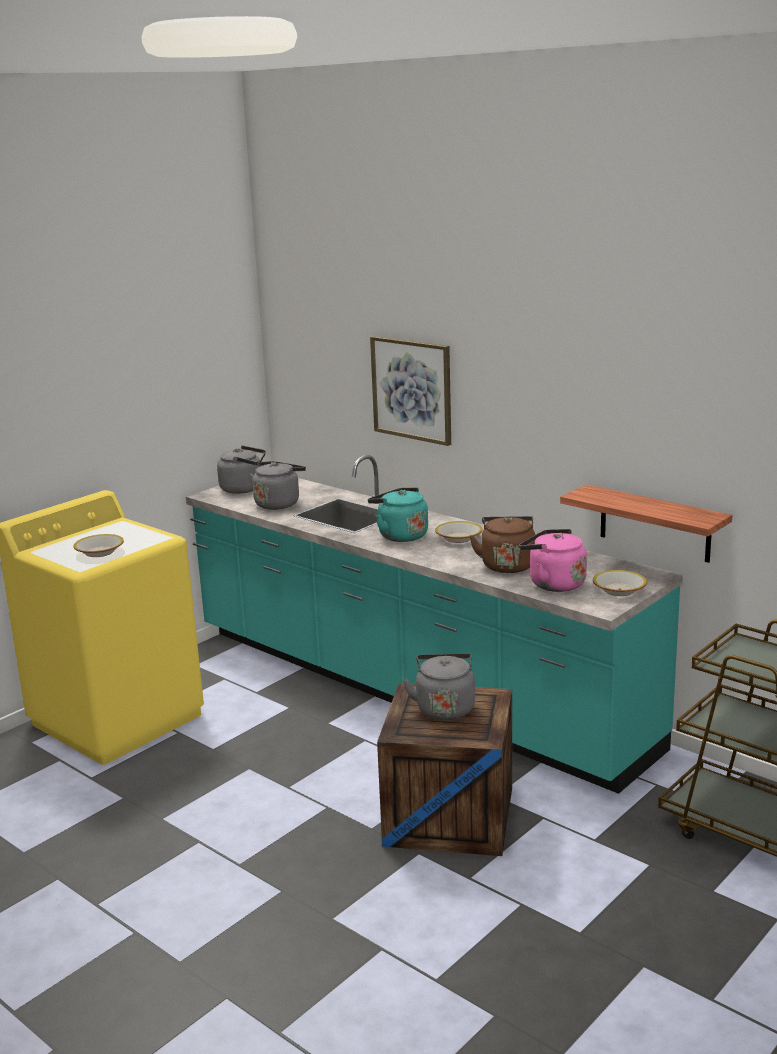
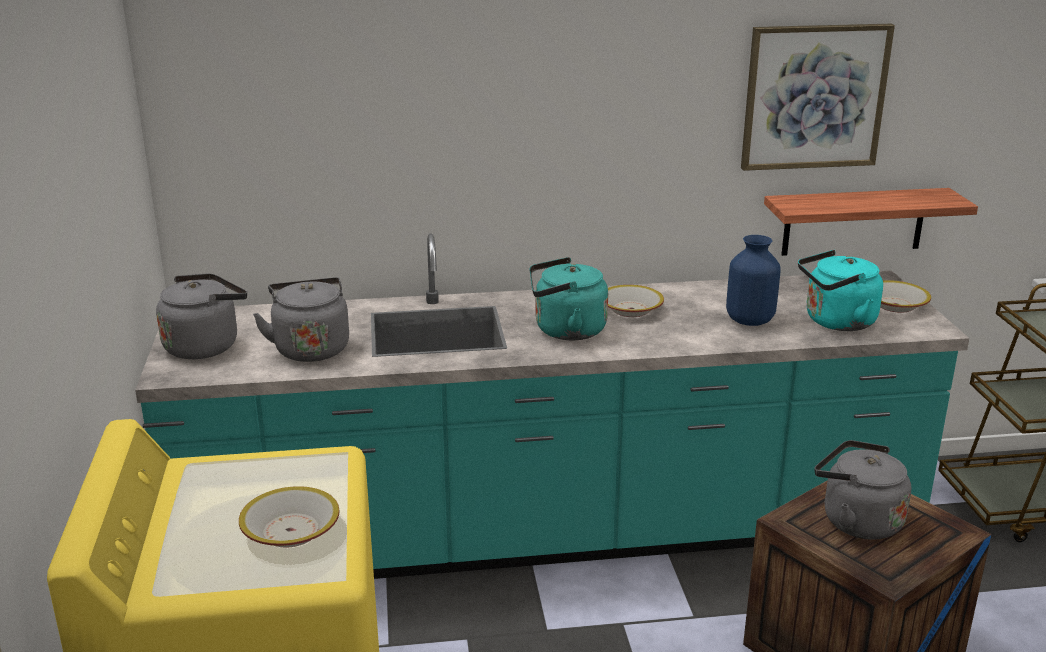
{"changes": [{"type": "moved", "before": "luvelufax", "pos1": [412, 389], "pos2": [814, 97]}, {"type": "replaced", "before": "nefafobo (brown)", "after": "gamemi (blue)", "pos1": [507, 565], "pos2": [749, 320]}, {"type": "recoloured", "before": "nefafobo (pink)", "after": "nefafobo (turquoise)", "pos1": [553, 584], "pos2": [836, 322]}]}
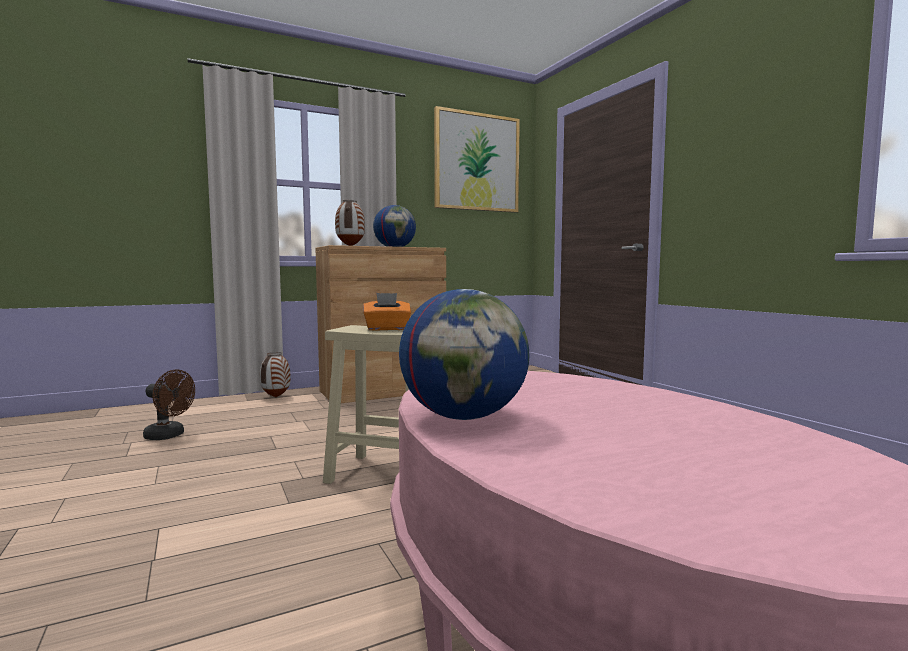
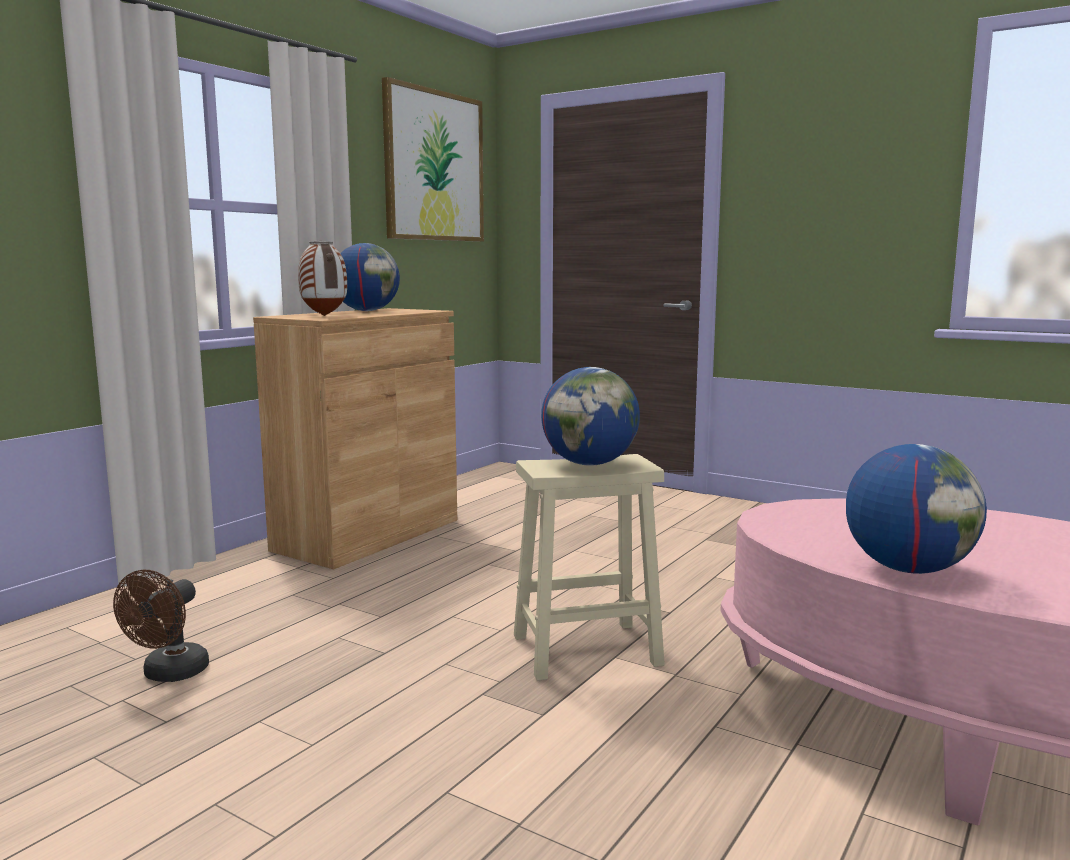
{"changes": [{"type": "replaced", "before": "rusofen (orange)", "after": "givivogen", "pos1": [387, 329], "pos2": [590, 464]}, {"type": "removed", "before": "gamemi", "pos1": [276, 397]}, {"type": "turned", "before": "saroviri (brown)", "pos1": [169, 436], "pos2": [169, 674], "turn": 120}]}
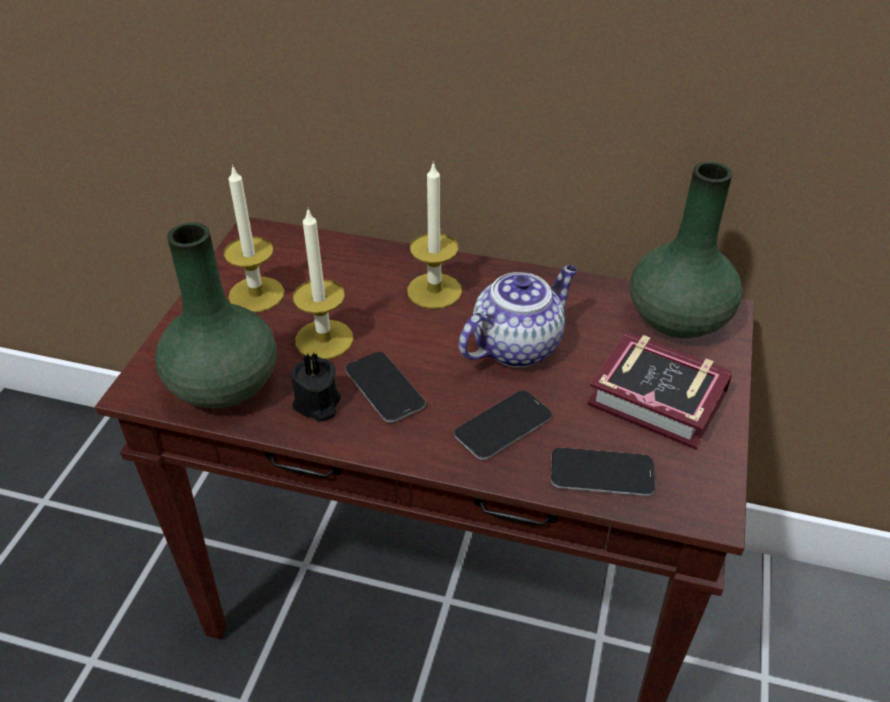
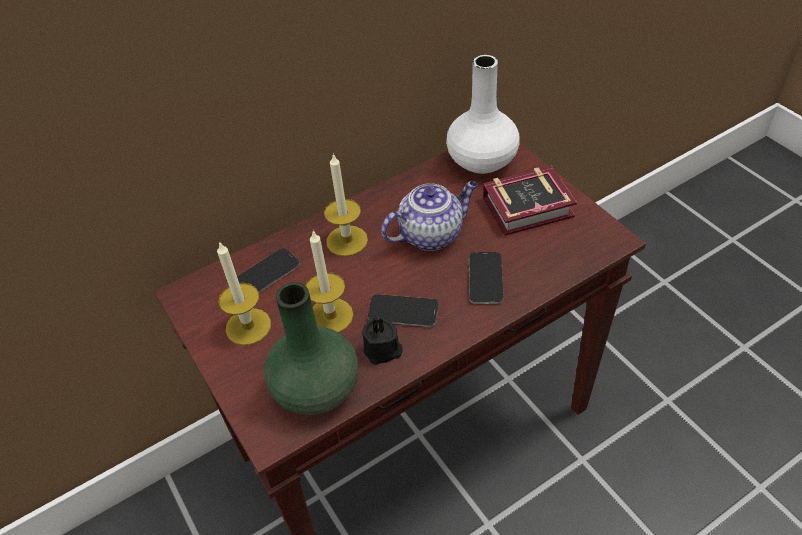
{"changes": [{"type": "recoloured", "before": "gamemi (green)", "after": "gamemi (white)", "pos1": [679, 320], "pos2": [483, 161]}, {"type": "turned", "before": "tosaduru", "pos1": [517, 345], "pos2": [431, 234], "turn": 60}, {"type": "moved", "before": "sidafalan", "pos1": [602, 473], "pos2": [267, 273]}]}
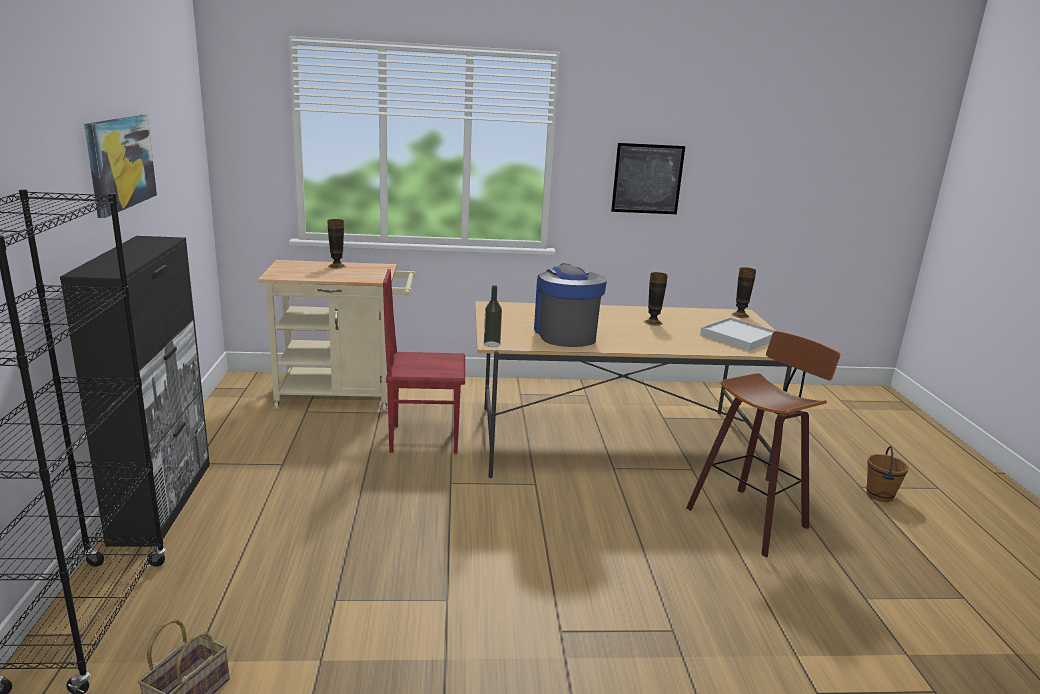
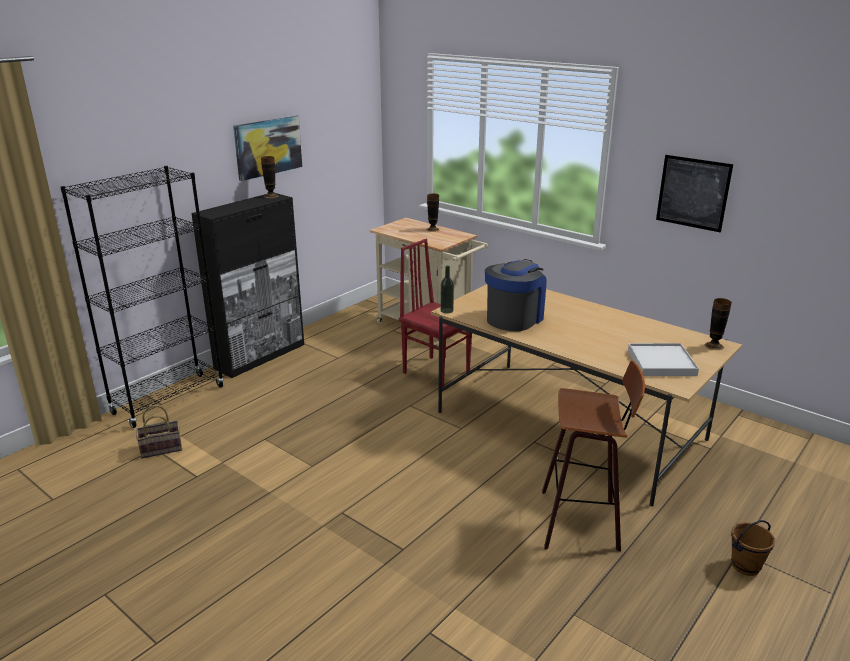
{"changes": [{"type": "moved", "before": "gamemi", "pos1": [653, 322], "pos2": [271, 196]}]}
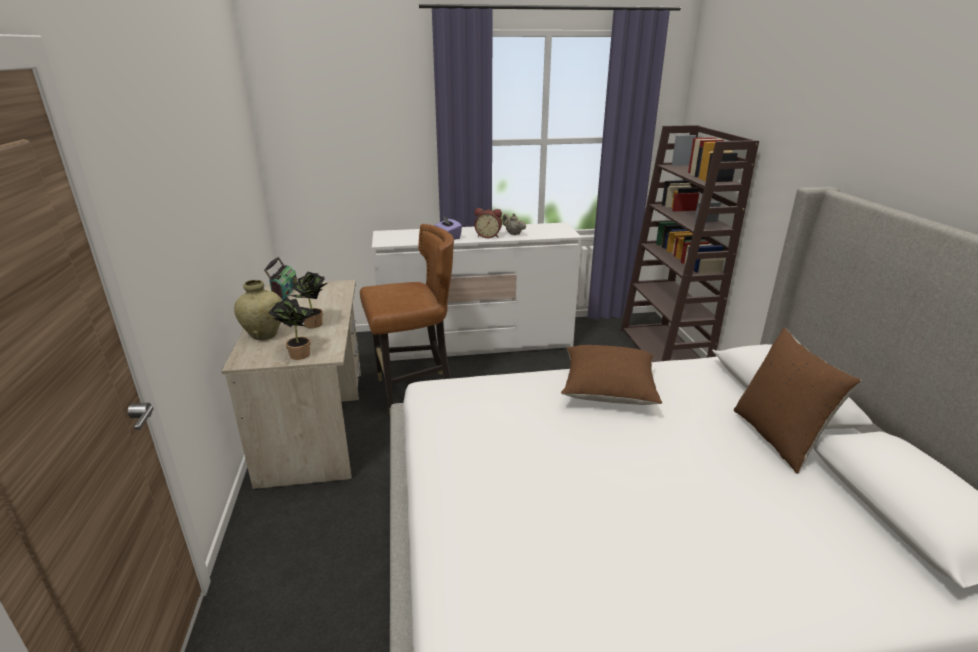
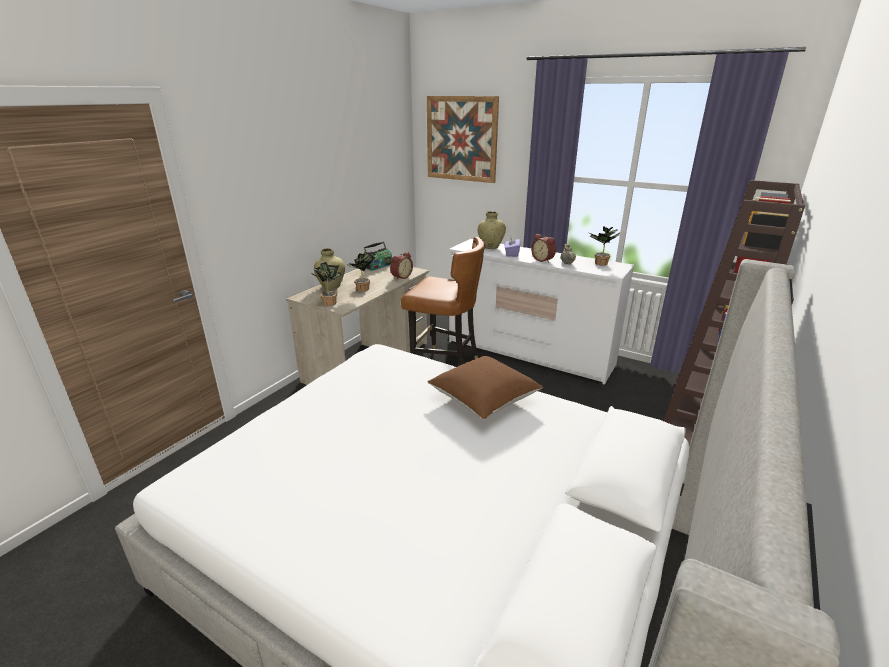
{"changes": [{"type": "removed", "before": "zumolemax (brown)", "pos1": [778, 438]}, {"type": "added", "after": "luvelufax", "pos2": [461, 139]}, {"type": "added", "after": "gamemi (beige)", "pos2": [490, 247]}, {"type": "added", "after": "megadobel", "pos2": [600, 264]}, {"type": "added", "after": "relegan", "pos2": [401, 277]}]}
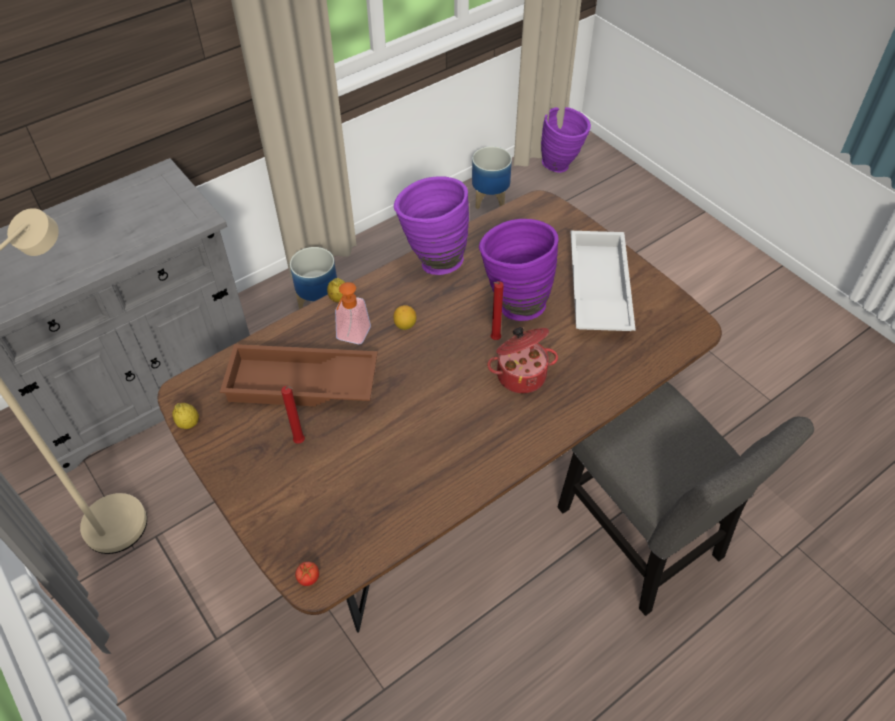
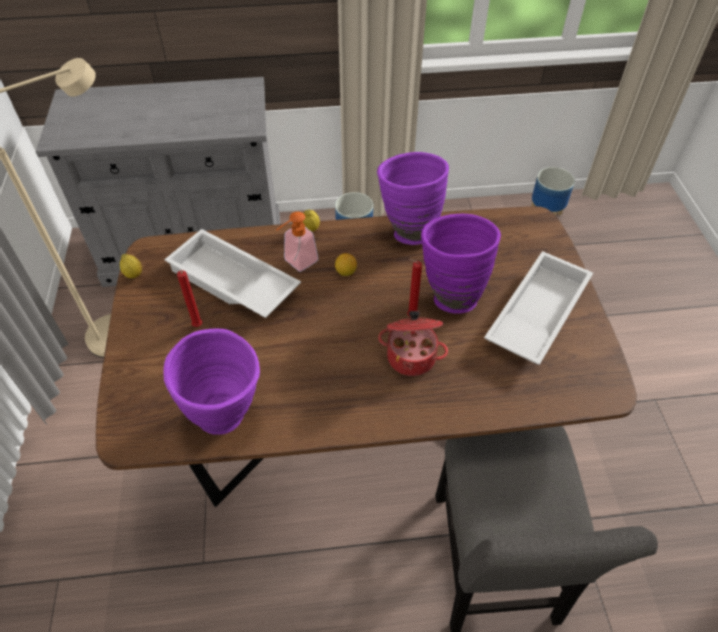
{"changes": [{"type": "moved", "before": "gamemi (purple)", "pos1": [562, 166], "pos2": [228, 420]}, {"type": "recoloured", "before": "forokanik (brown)", "after": "forokanik (white)", "pos1": [301, 385], "pos2": [231, 283]}, {"type": "removed", "before": "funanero", "pos1": [308, 578]}]}
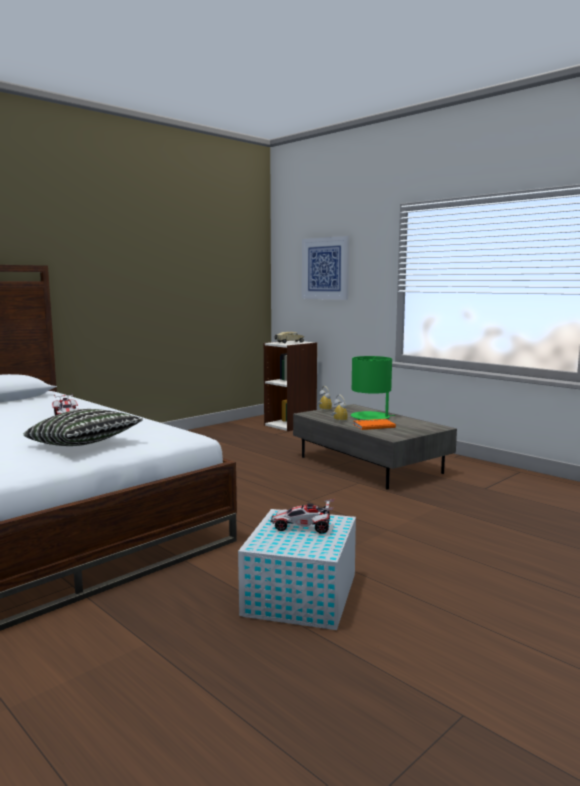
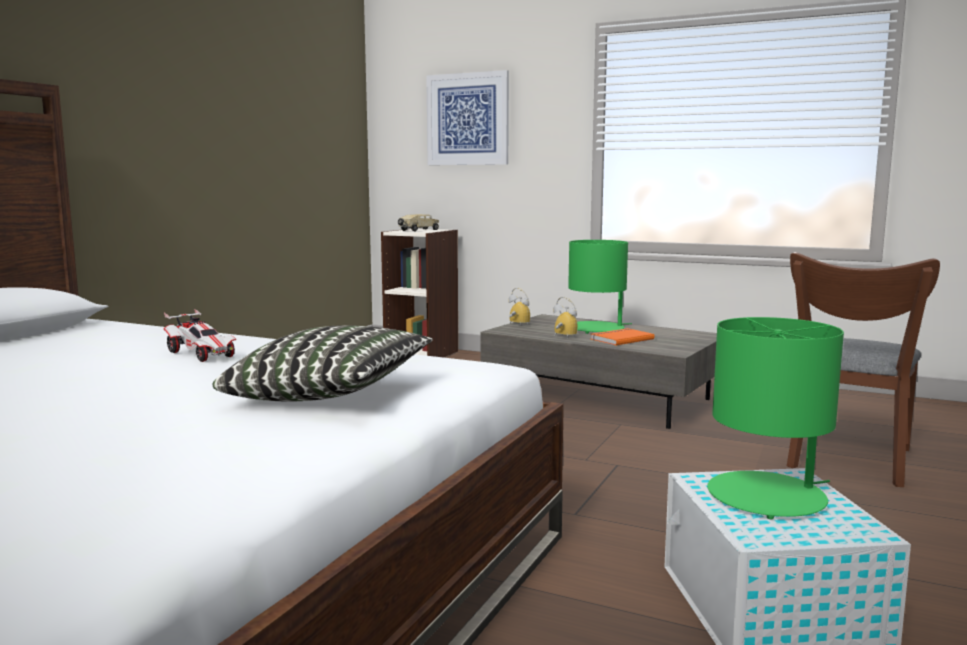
{"changes": [{"type": "replaced", "before": "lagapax", "after": "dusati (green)", "pos1": [303, 528], "pos2": [767, 496]}, {"type": "added", "after": "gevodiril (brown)", "pos2": [849, 461]}]}
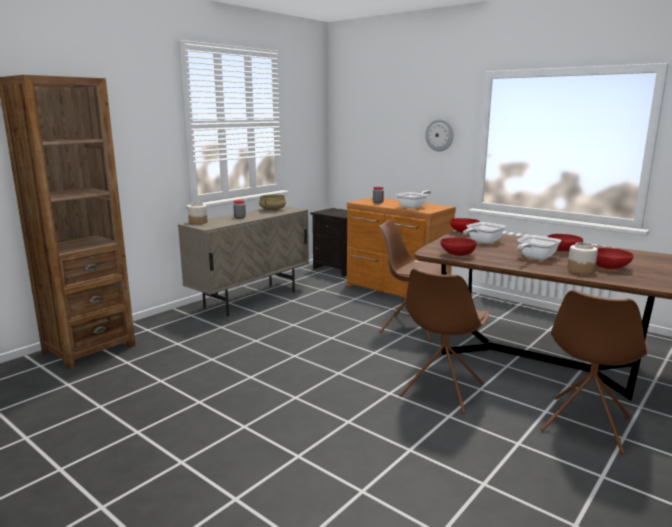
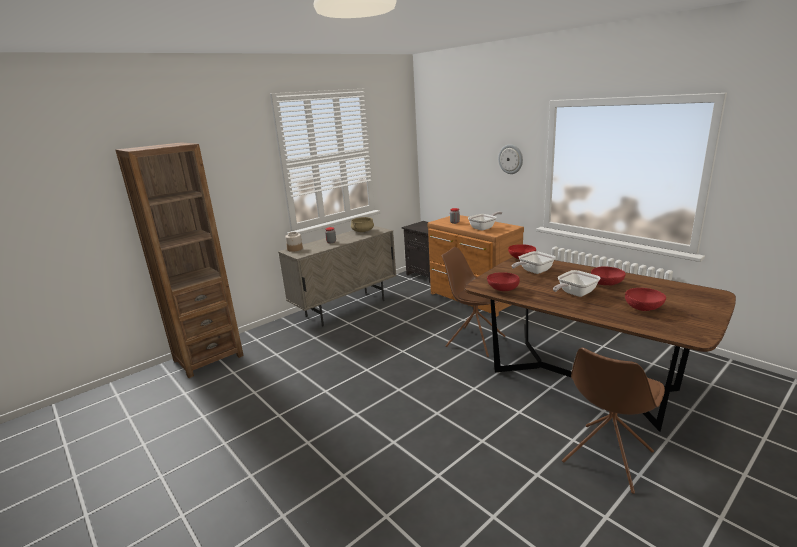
{"changes": [{"type": "removed", "before": "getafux", "pos1": [580, 270]}, {"type": "removed", "before": "gevodiril (brown)", "pos1": [441, 391]}]}
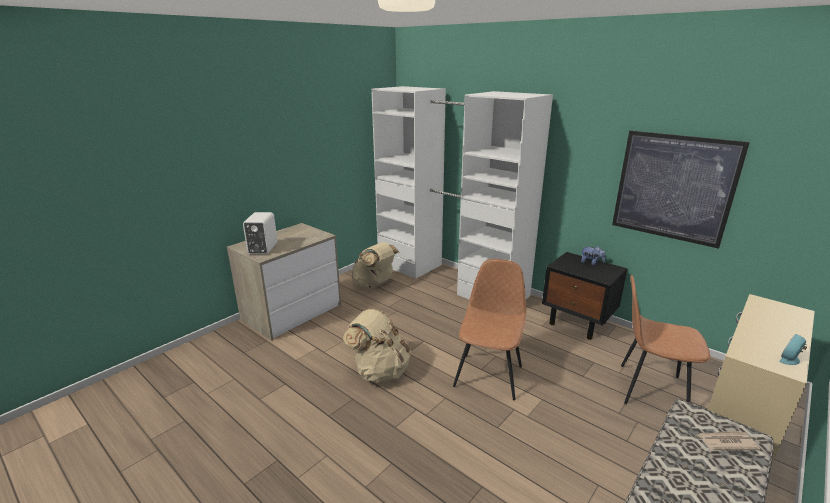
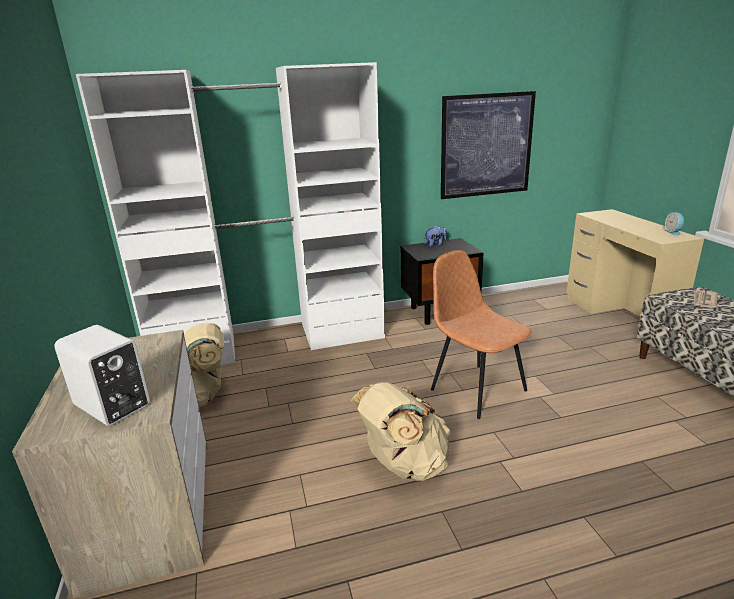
{"changes": [{"type": "removed", "before": "gevodiril (brown)", "pos1": [649, 389]}]}
